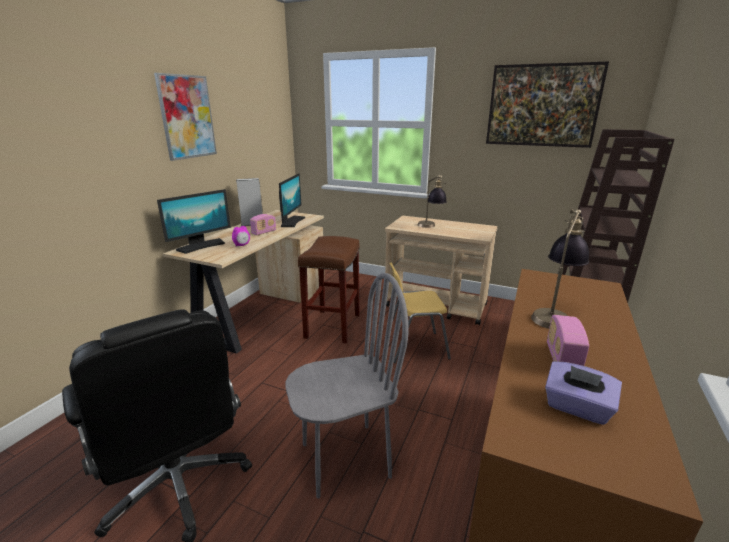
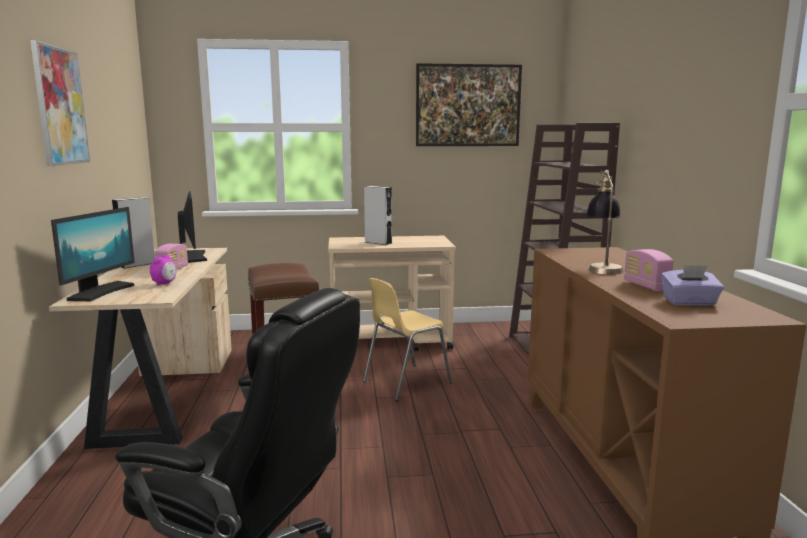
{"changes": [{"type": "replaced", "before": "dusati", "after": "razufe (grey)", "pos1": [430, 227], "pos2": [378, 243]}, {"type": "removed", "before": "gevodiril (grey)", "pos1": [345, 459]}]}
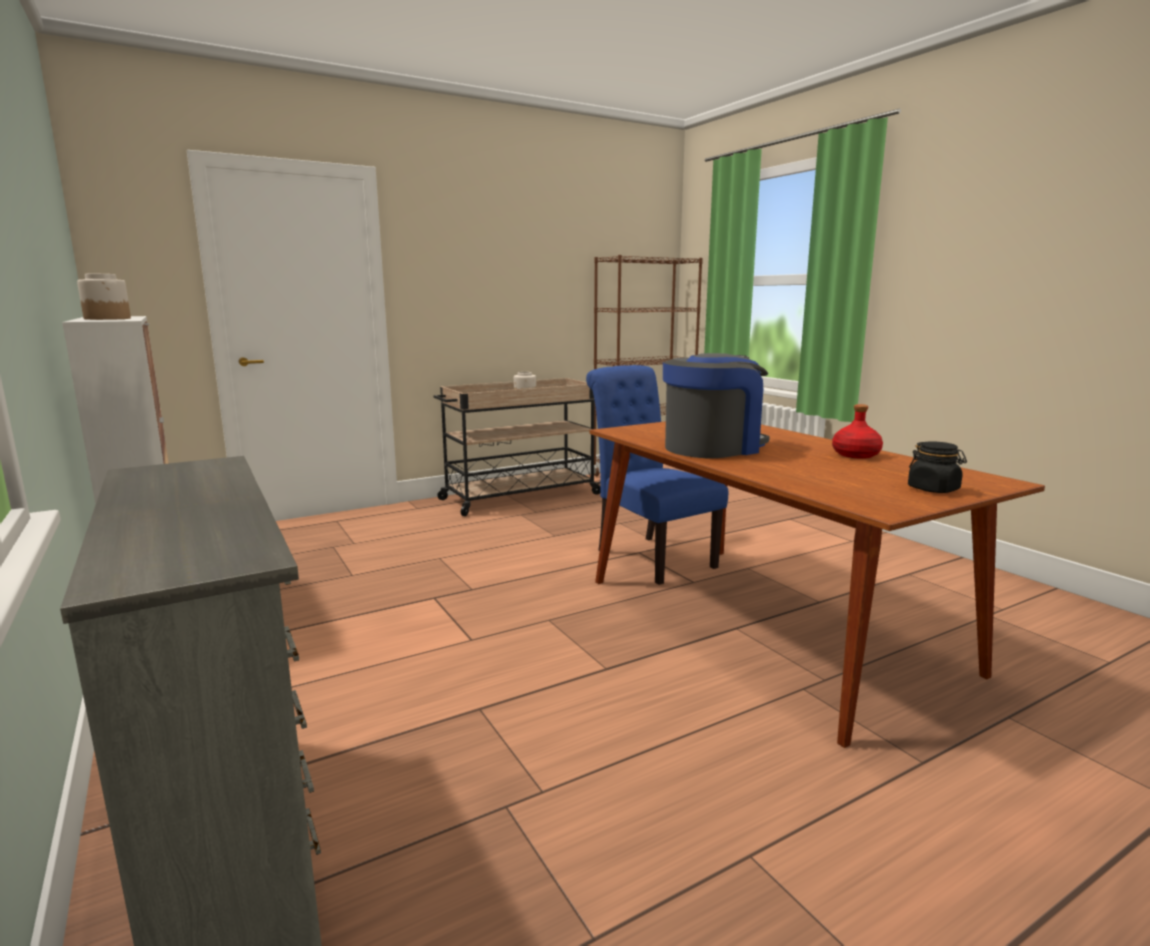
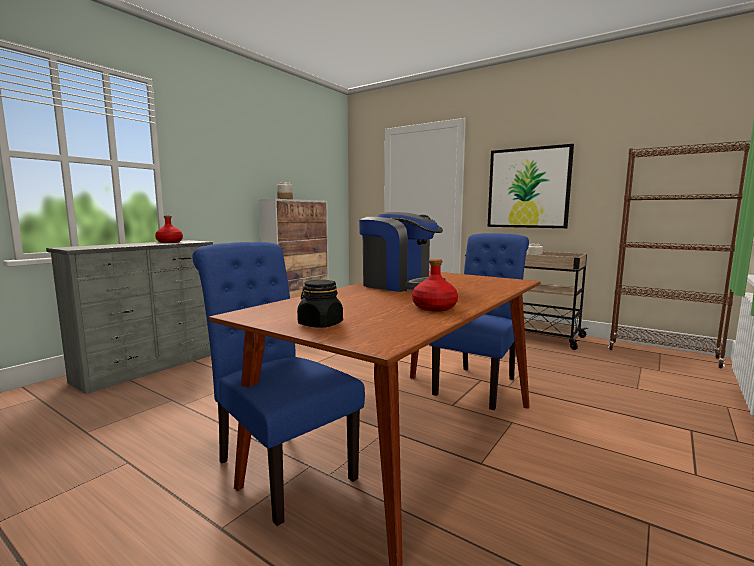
{"changes": [{"type": "added", "after": "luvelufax", "pos2": [528, 188]}, {"type": "added", "after": "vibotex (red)", "pos2": [169, 242]}, {"type": "added", "after": "gevodiril (blue)", "pos2": [279, 466]}]}
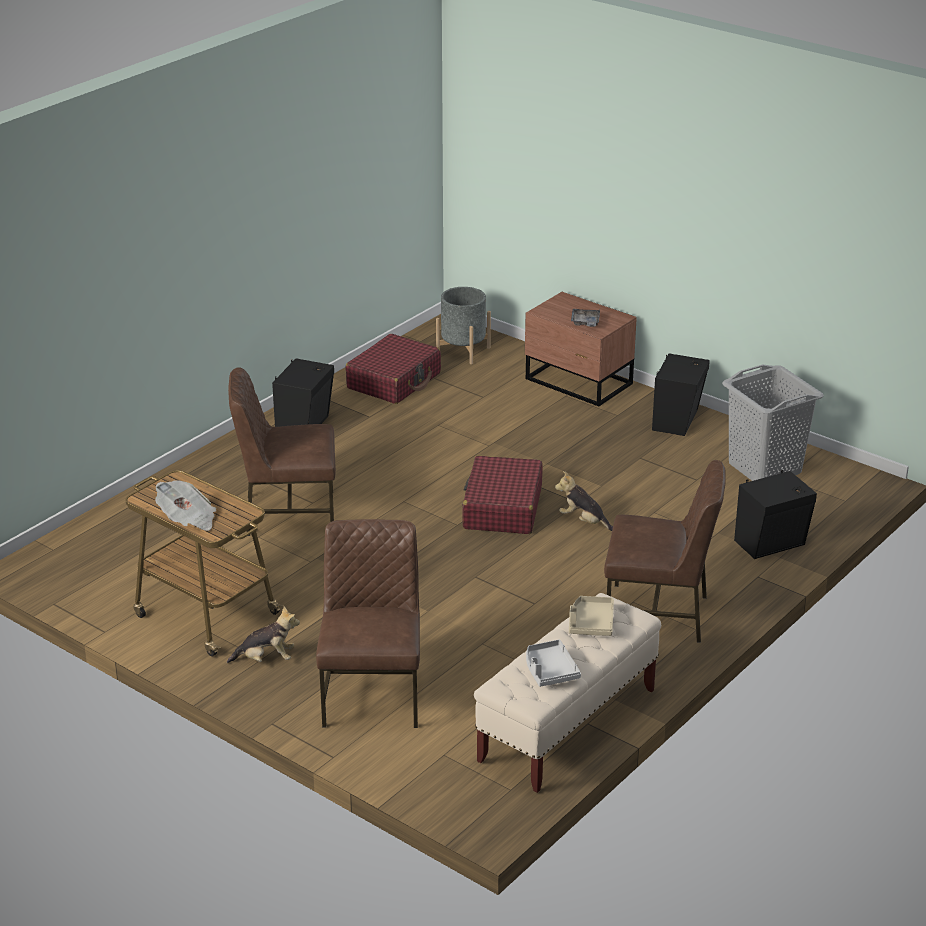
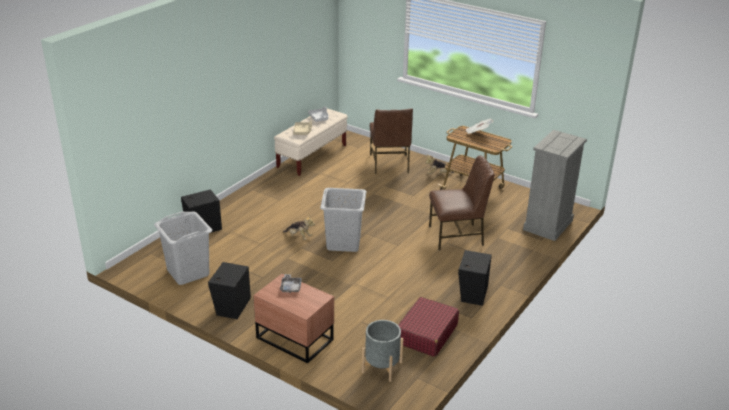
{"changes": [{"type": "replaced", "before": "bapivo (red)", "after": "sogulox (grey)", "pos1": [502, 508], "pos2": [343, 243]}, {"type": "removed", "before": "gevodiril (brown)", "pos1": [658, 614]}, {"type": "added", "after": "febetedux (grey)", "pos2": [548, 225]}]}
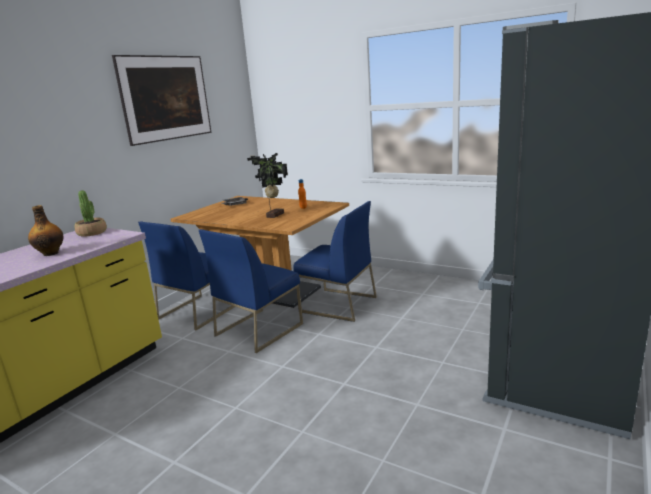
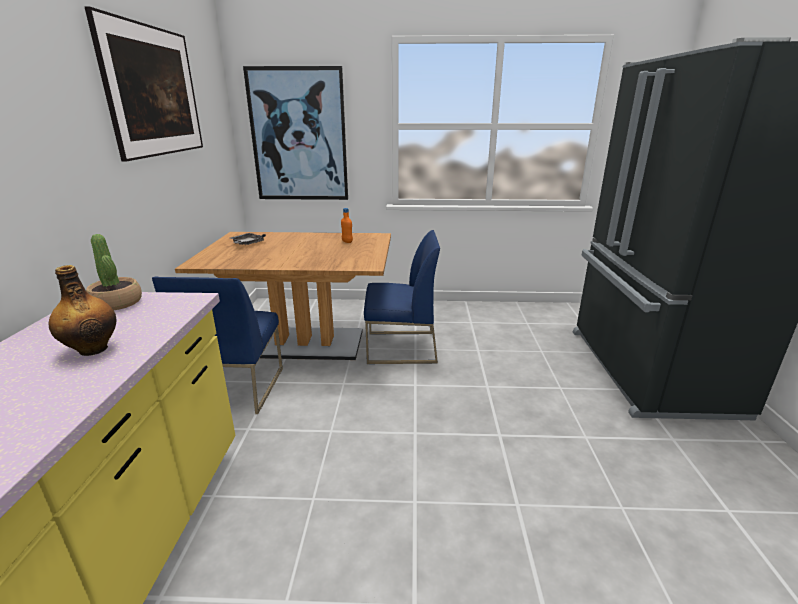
{"changes": [{"type": "removed", "before": "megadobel", "pos1": [273, 215]}, {"type": "removed", "before": "gevodiril (blue)", "pos1": [259, 329]}, {"type": "added", "after": "luvelufax", "pos2": [299, 136]}]}
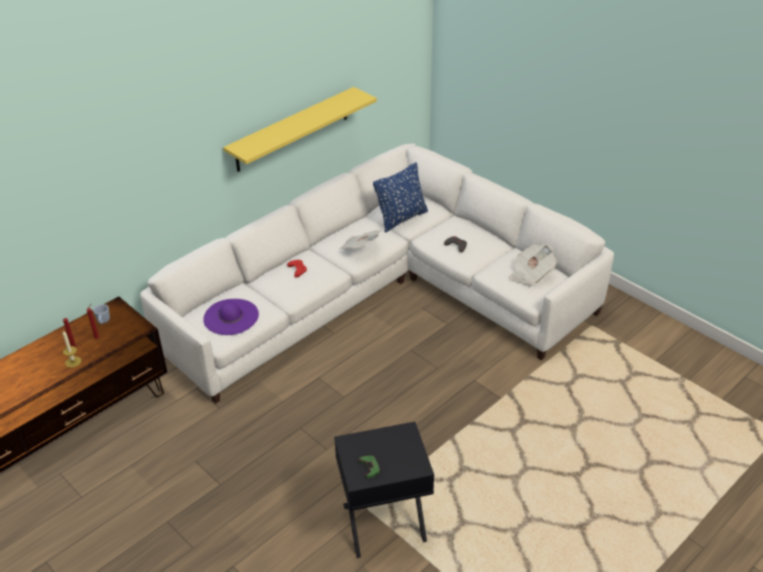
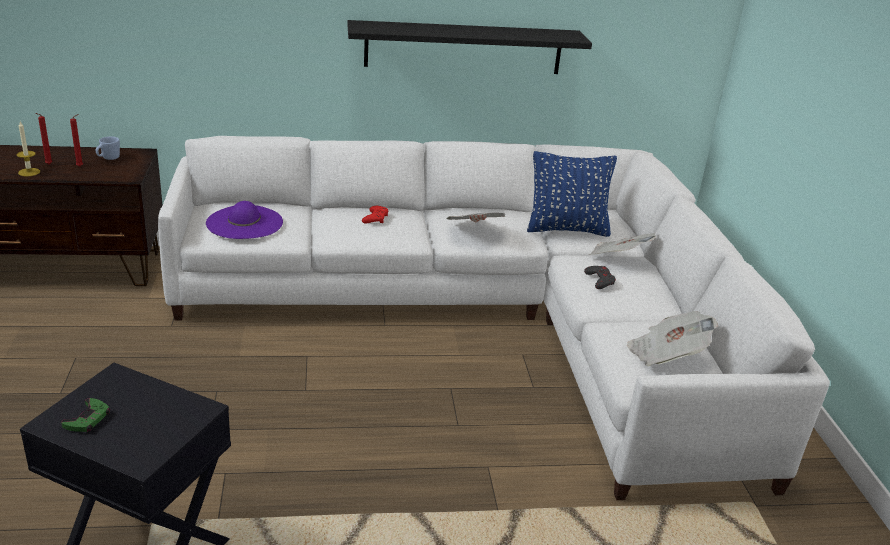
{"changes": [{"type": "recoloured", "before": "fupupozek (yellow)", "after": "fupupozek (black)", "pos1": [292, 129], "pos2": [464, 47]}, {"type": "added", "after": "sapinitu", "pos2": [618, 259]}]}
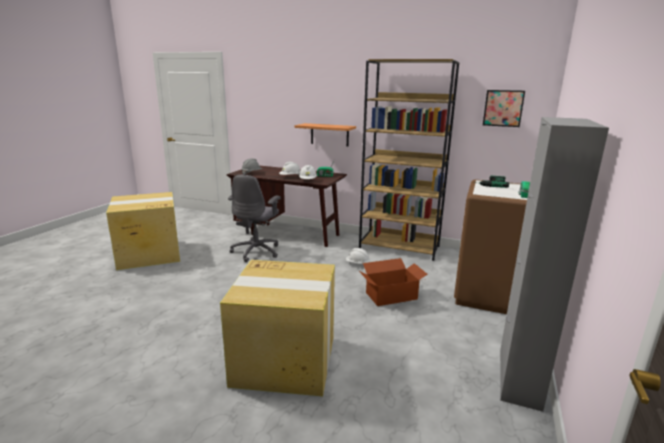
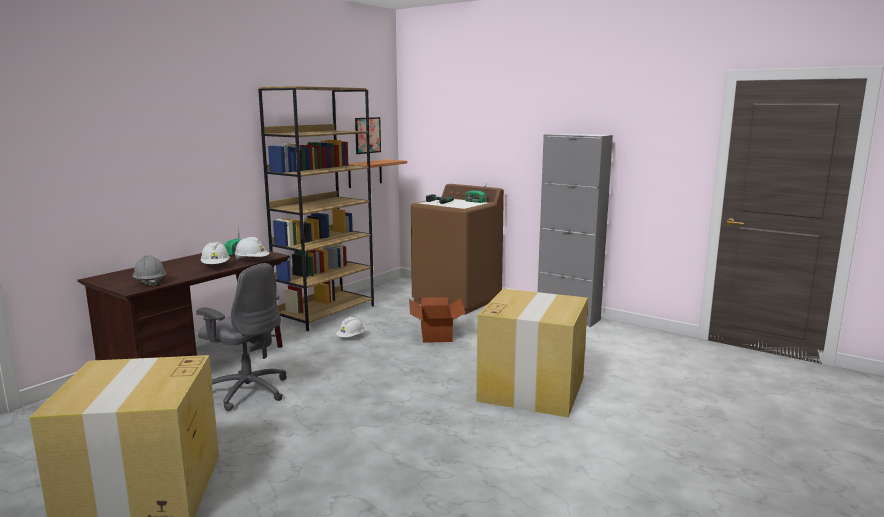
{"changes": [{"type": "moved", "before": "fupupozek", "pos1": [329, 134], "pos2": [365, 173]}]}
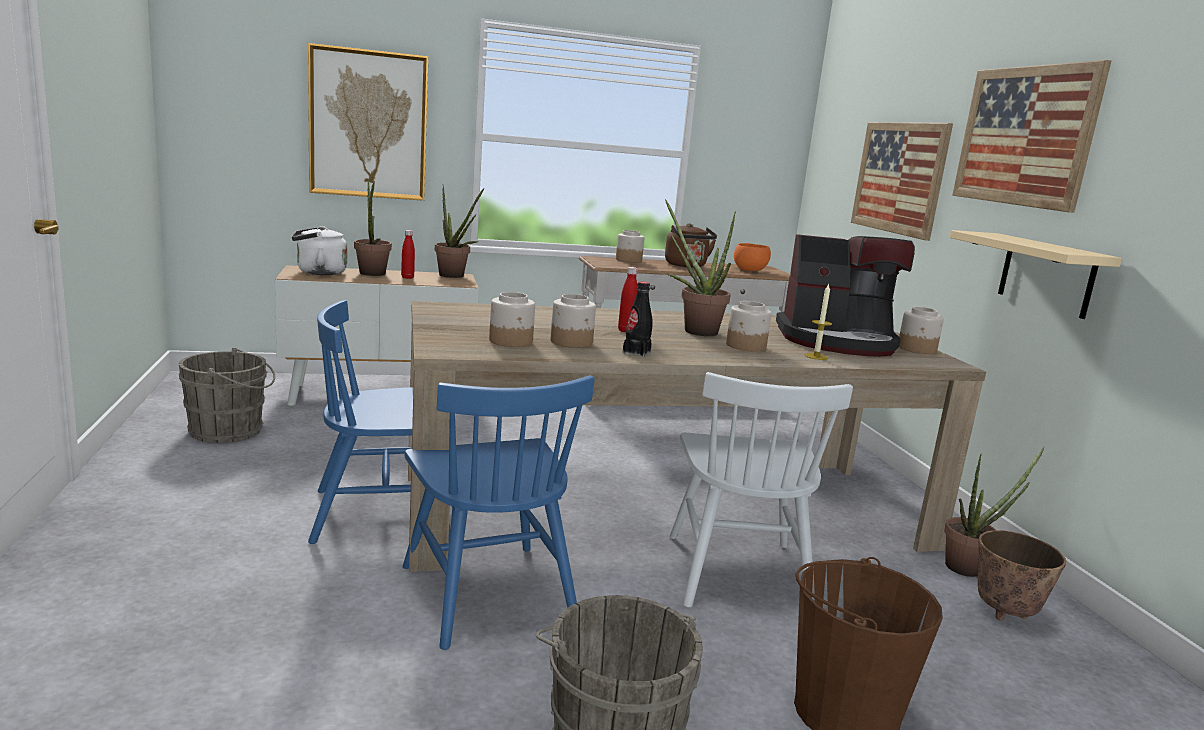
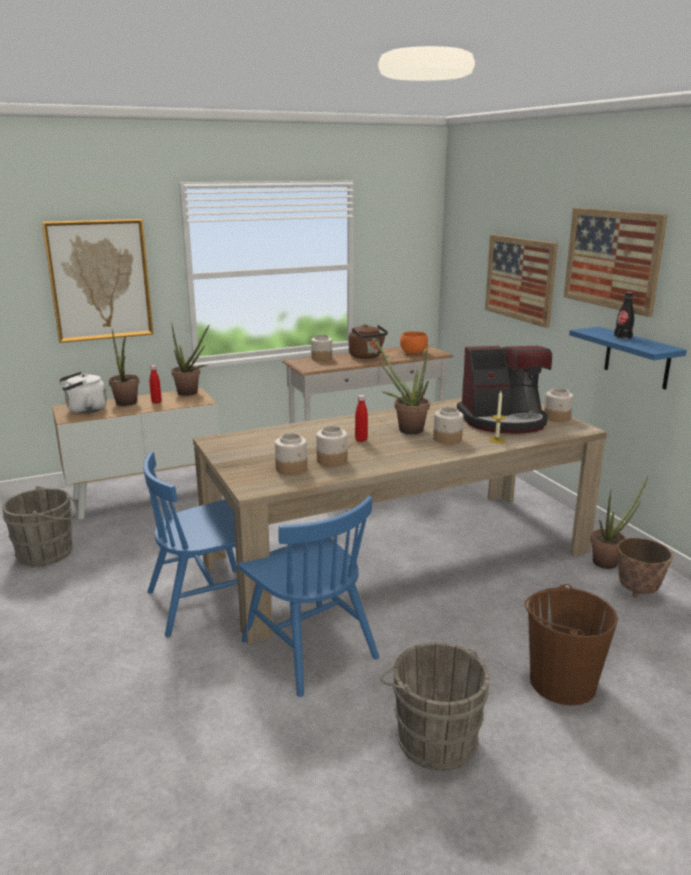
{"changes": [{"type": "recoloured", "before": "fupupozek (beige)", "after": "fupupozek (blue)", "pos1": [1046, 275], "pos2": [637, 358]}, {"type": "moved", "before": "vibotex (black)", "pos1": [636, 352], "pos2": [622, 337]}, {"type": "removed", "before": "gevodiril (white)", "pos1": [737, 573]}]}
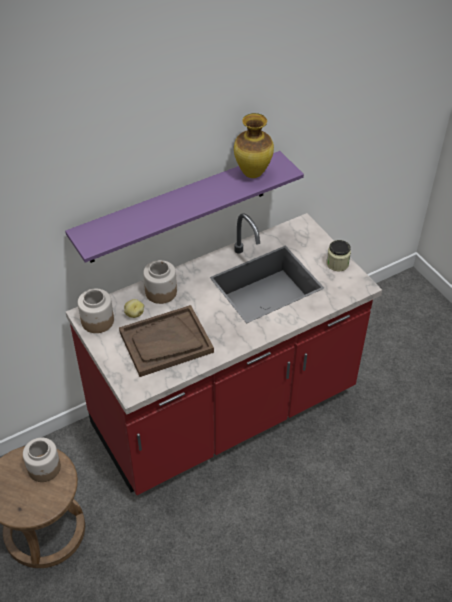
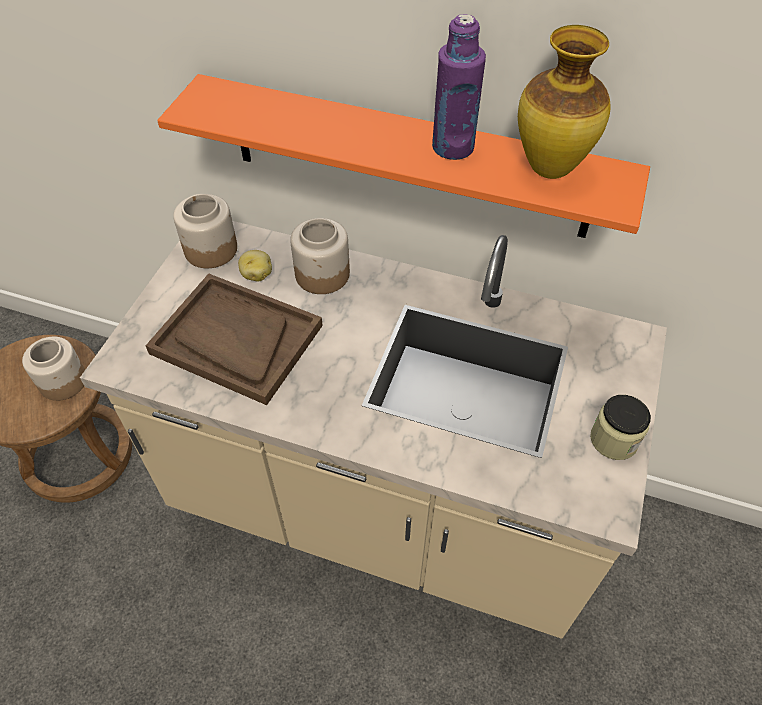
{"changes": [{"type": "recoloured", "before": "fupupozek (purple)", "after": "fupupozek (orange)", "pos1": [178, 208], "pos2": [408, 158]}, {"type": "recoloured", "before": "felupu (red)", "after": "felupu (beige)", "pos1": [225, 411], "pos2": [381, 507]}, {"type": "added", "after": "vibotex (purple)", "pos2": [453, 147]}]}
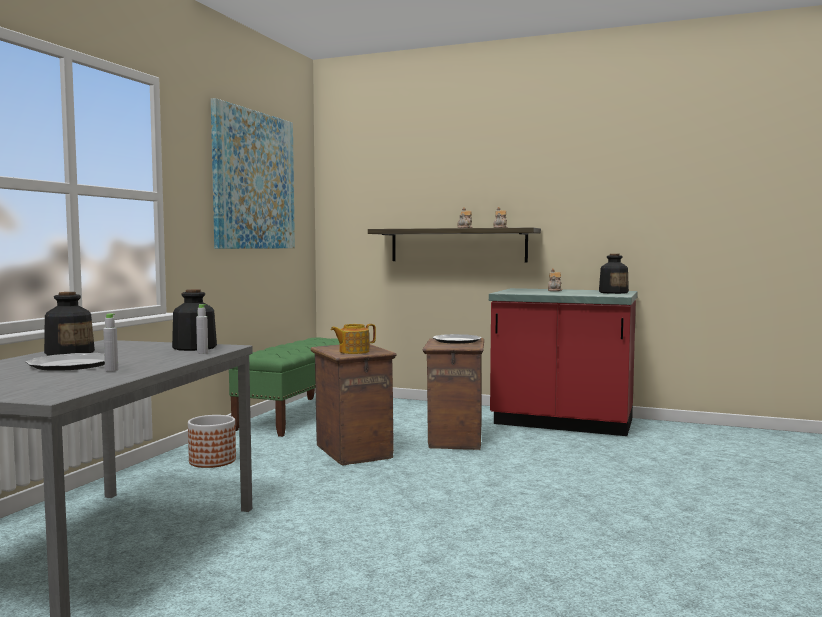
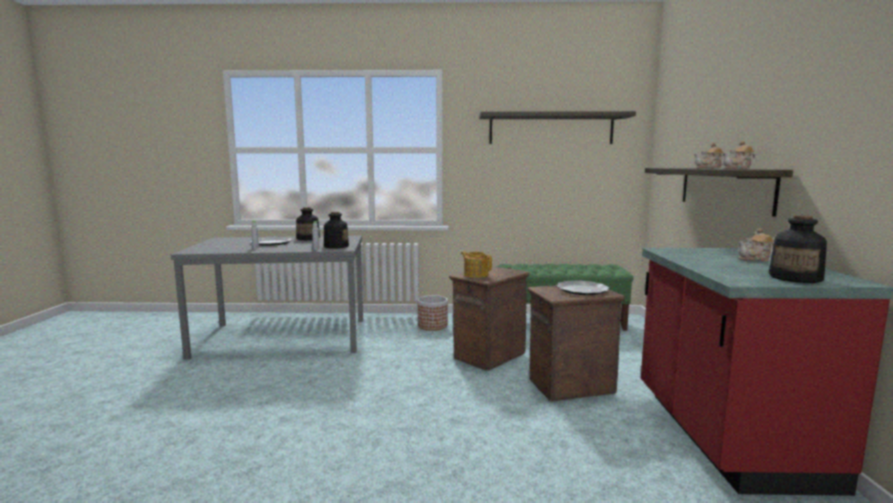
{"changes": [{"type": "replaced", "before": "luvelufax", "after": "fupupozek", "pos1": [254, 180], "pos2": [551, 129]}]}
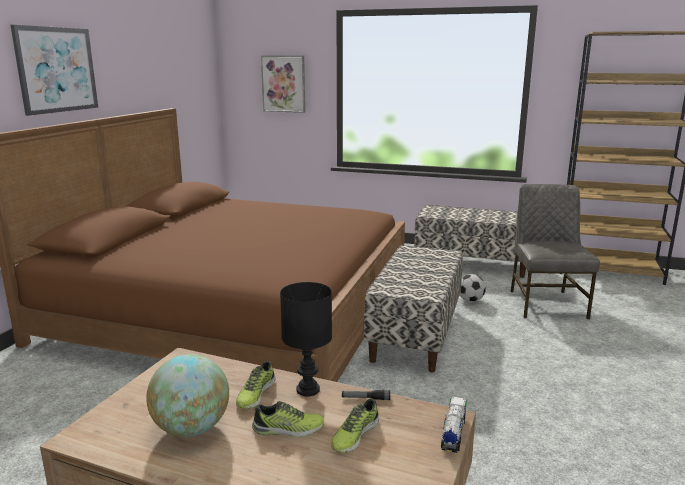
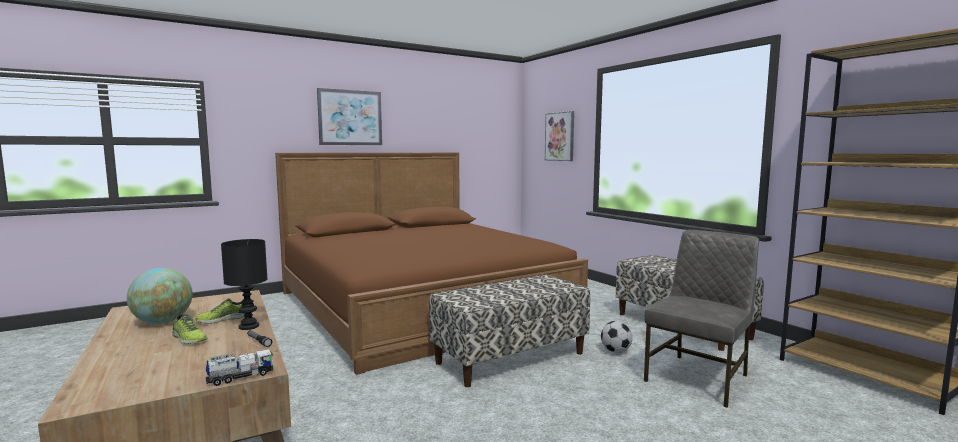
{"changes": [{"type": "removed", "before": "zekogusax", "pos1": [354, 435]}]}
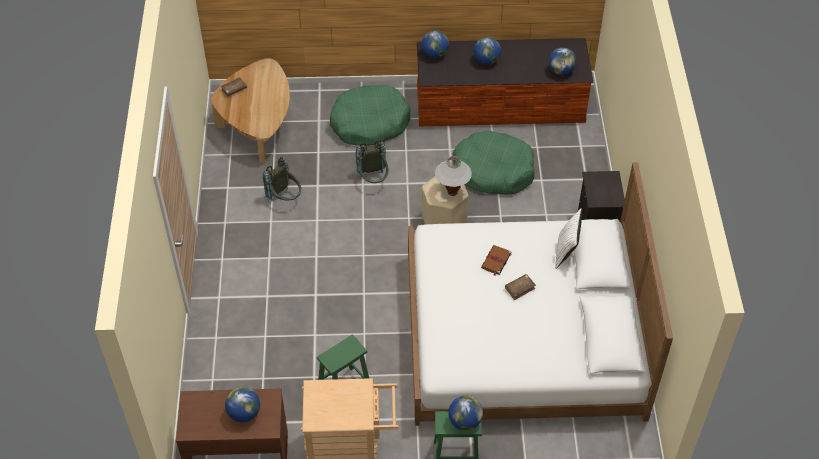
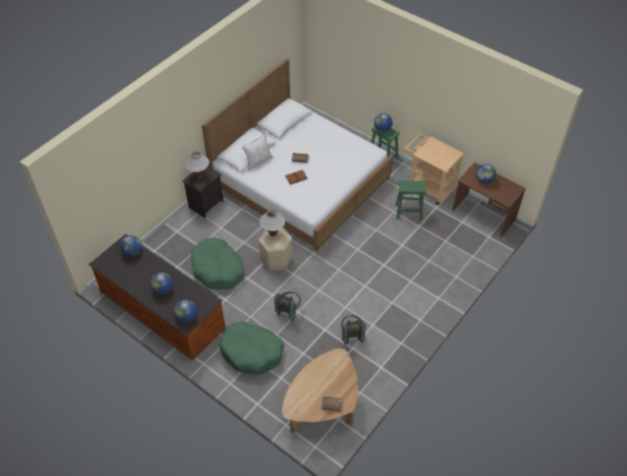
{"changes": [{"type": "added", "after": "dusati (white)", "pos2": [199, 176]}]}
